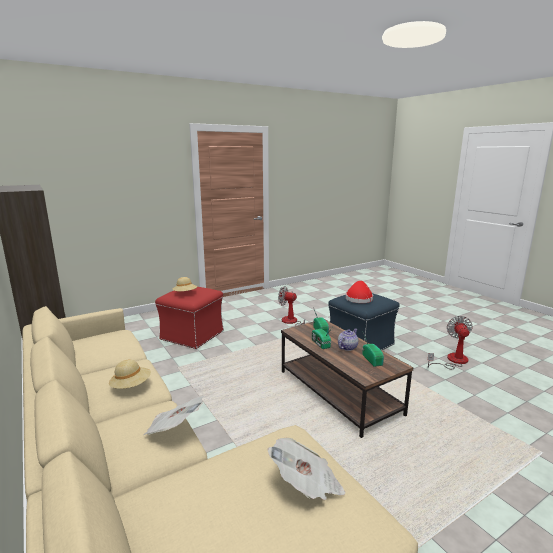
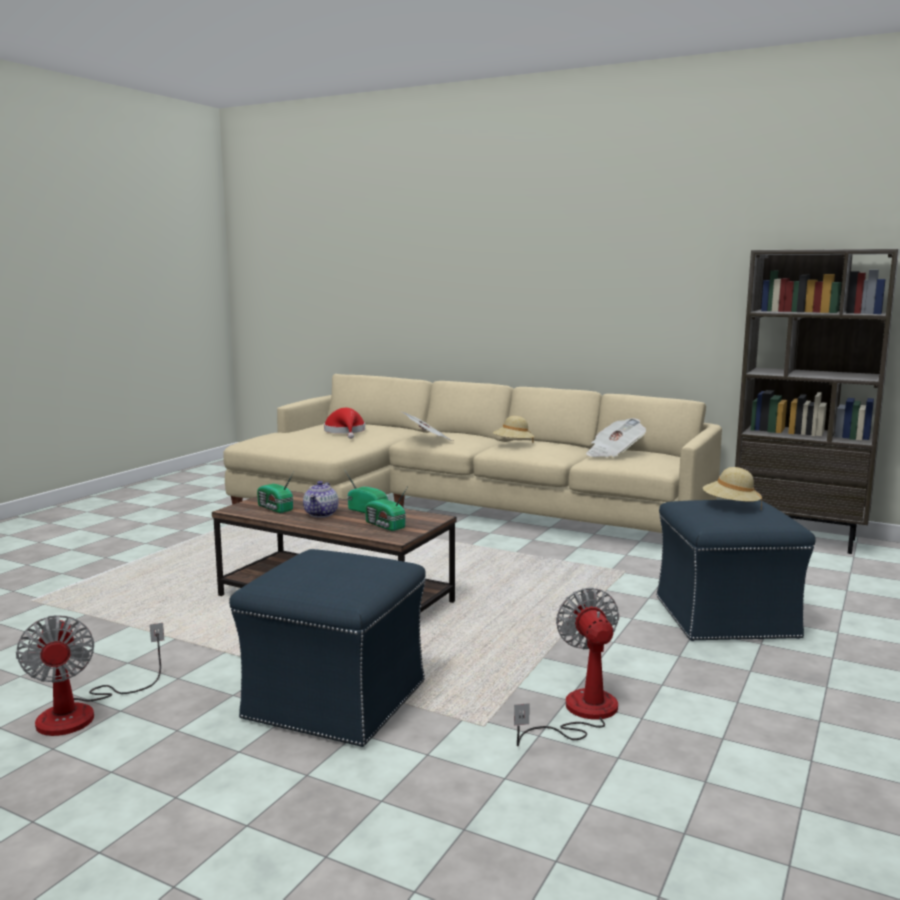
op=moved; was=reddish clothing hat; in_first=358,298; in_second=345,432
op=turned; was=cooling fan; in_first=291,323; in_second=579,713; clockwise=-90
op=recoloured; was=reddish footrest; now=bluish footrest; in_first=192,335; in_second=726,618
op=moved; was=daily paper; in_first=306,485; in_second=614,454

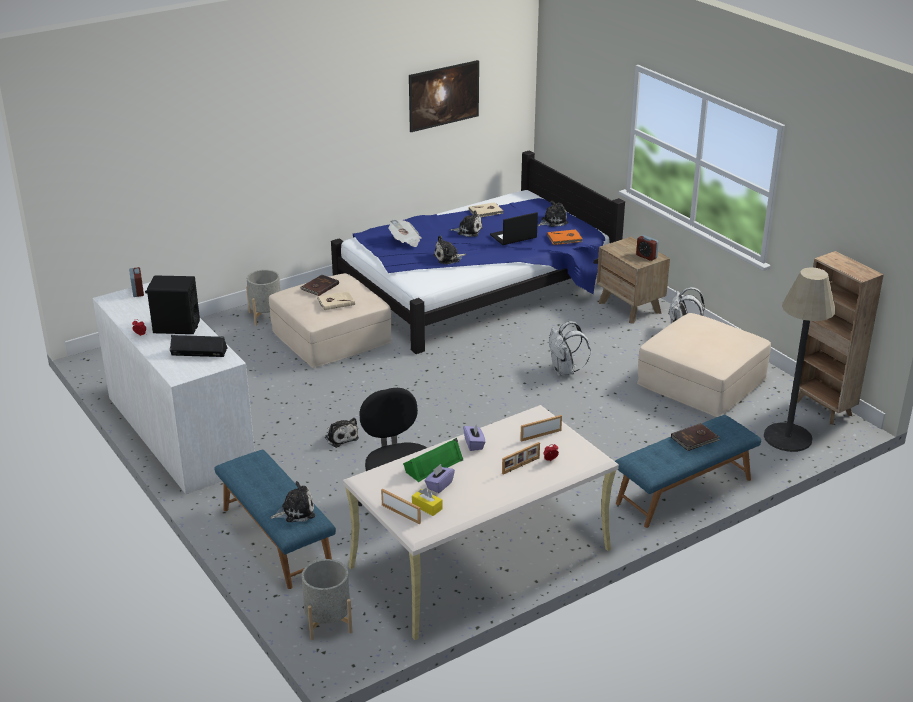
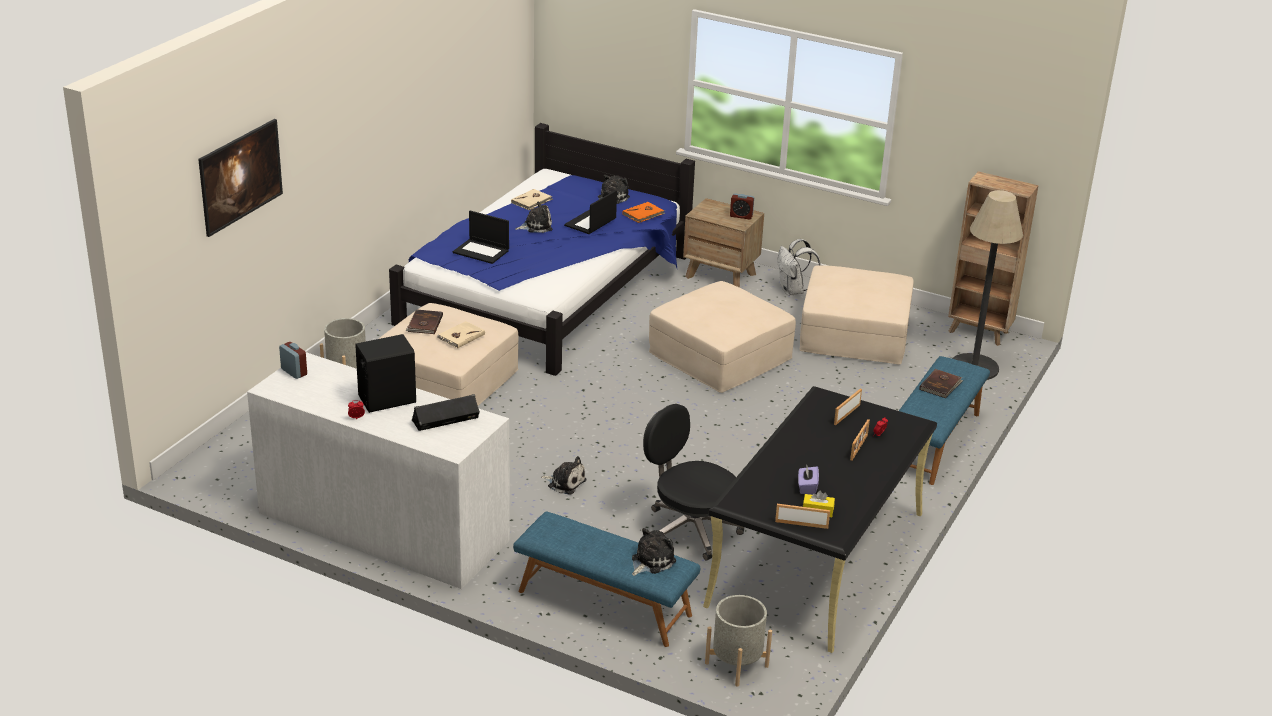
op=moved; was=picture; in_first=444,109; in_second=242,195
op=replaced; was=daily paper; now=laptop; in_first=405,241; in_second=482,251
op=removed; was=cuddly toy; in_first=448,258
op=replaced; was=white-coloured rucksack; now=beige-coloured footrest; in_first=565,371; in_second=720,356
op=recoloured; was=beige-coloured desk table; now=blackish desk table; in_first=480,558; in_second=817,559
op=removed; was=purple tissue holder; in_first=474,444
op=removed; was=greenish audio speaker; in_first=432,465

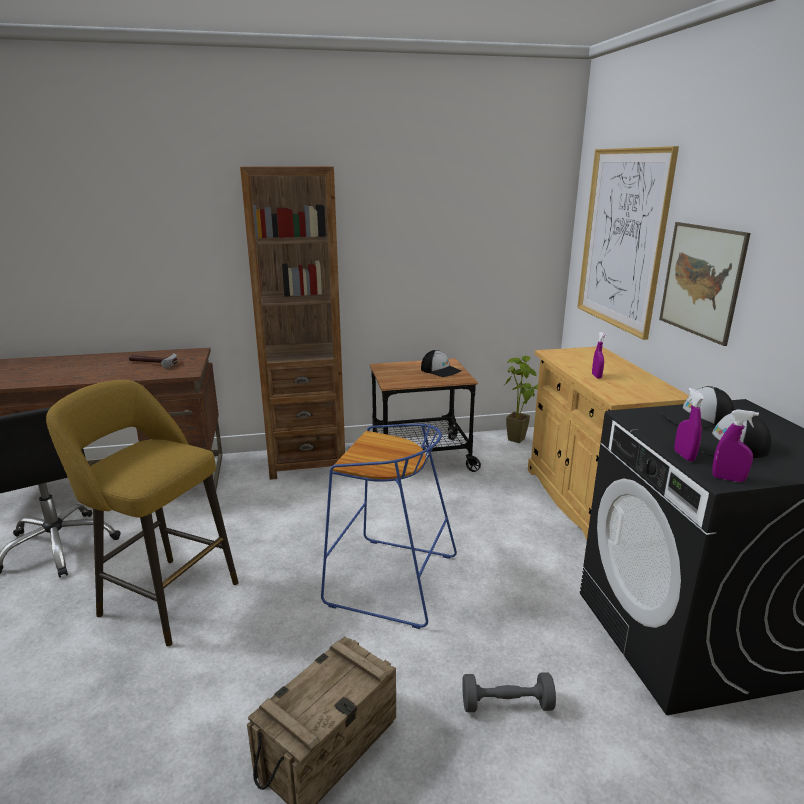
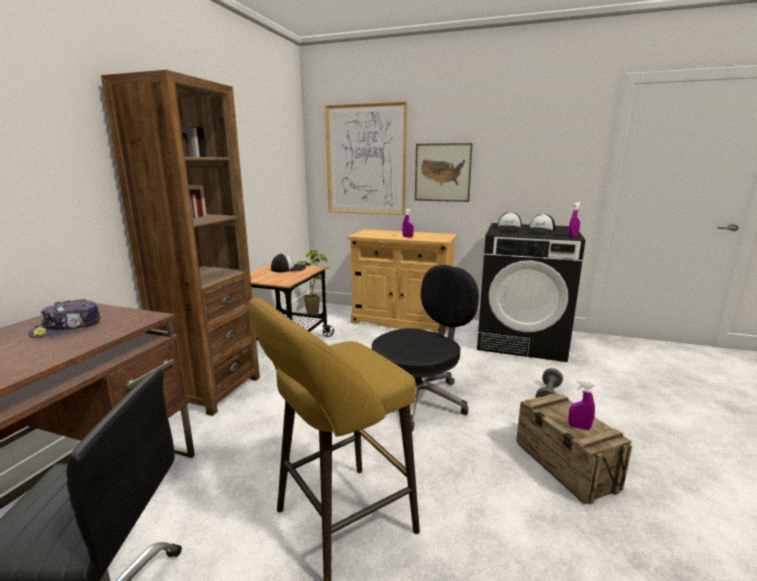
op=replaced; was=tool hammer; now=cap; in_first=155,363; in_second=67,328
op=moved; was=purple sprayer; in_first=684,456; in_second=579,427
op=replaced; was=bluish stool; now=blackish office chair; in_first=389,580; in_second=419,399

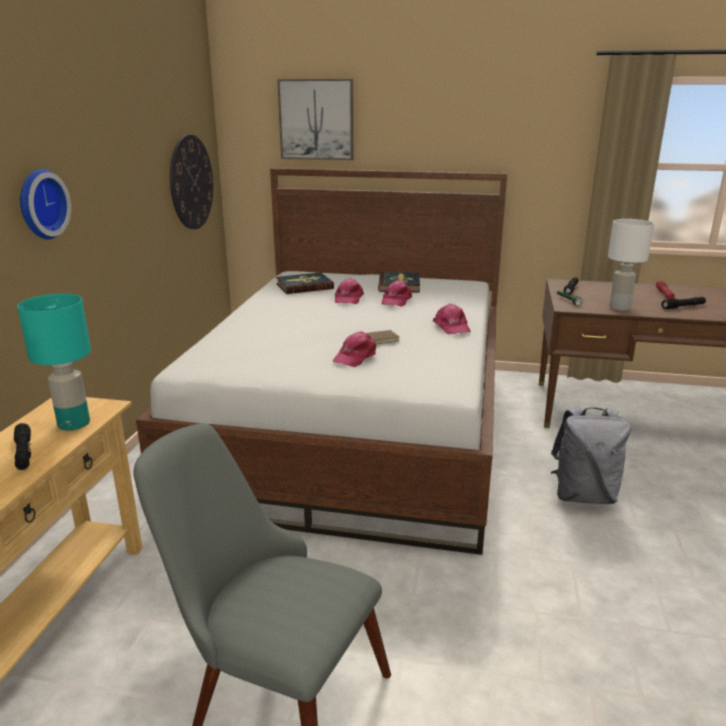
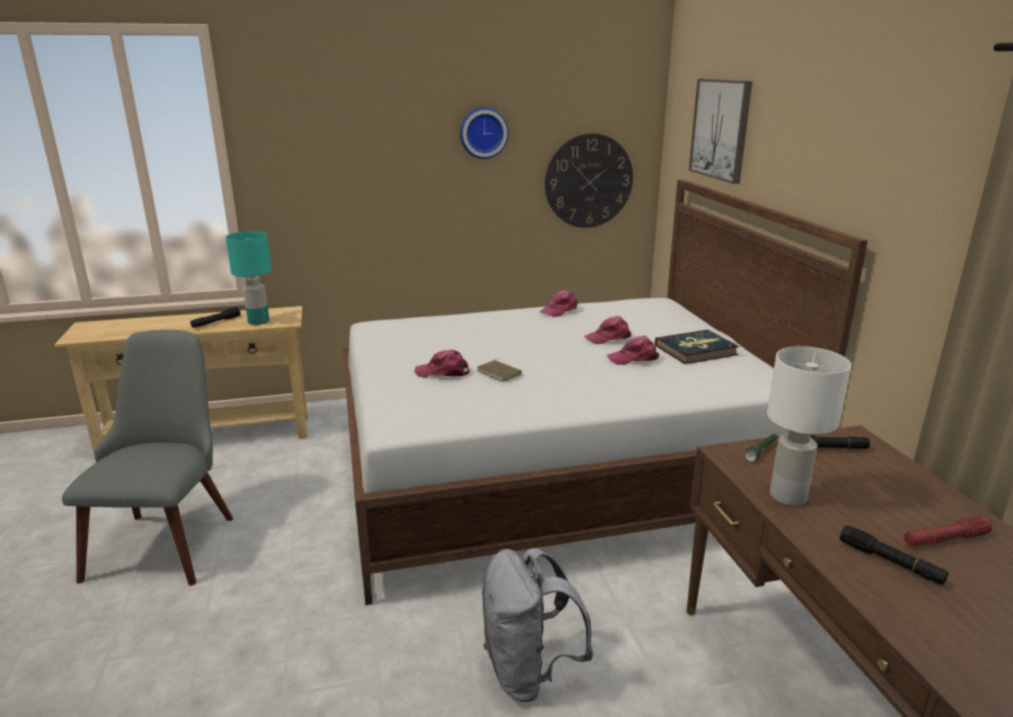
op=moved; was=hanging clock; in_first=40,204; in_second=483,132
op=removed; was=volume; in_first=304,286
op=moved; was=pink-coloured cap; in_first=451,327; in_second=559,310

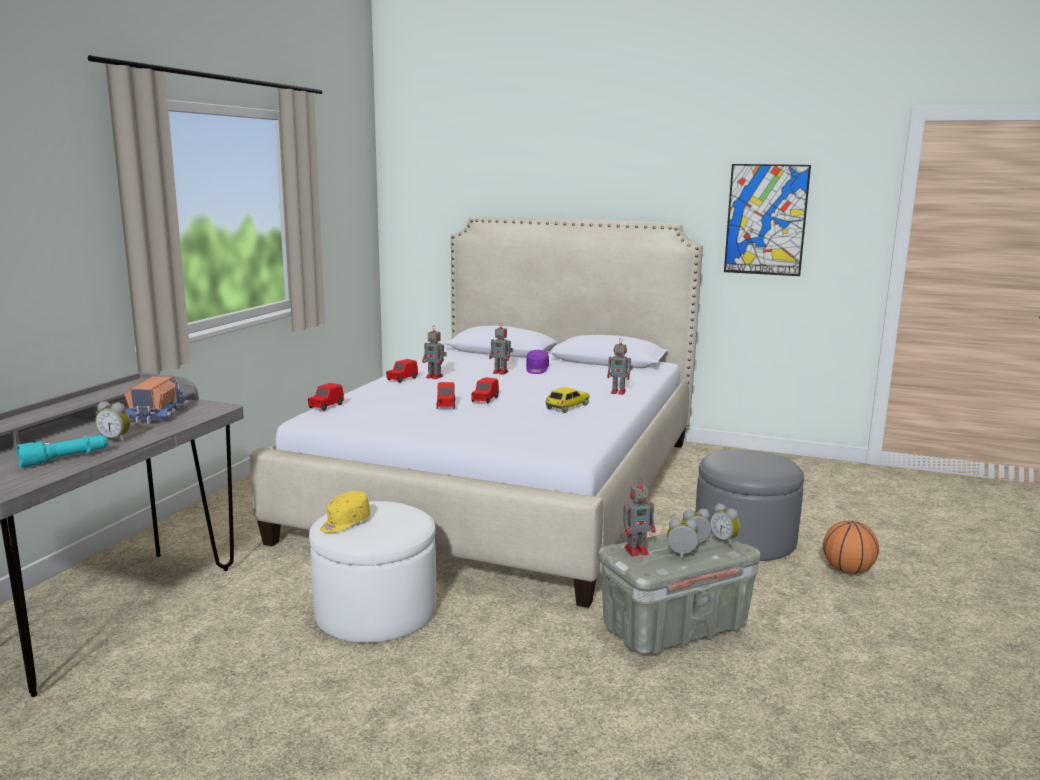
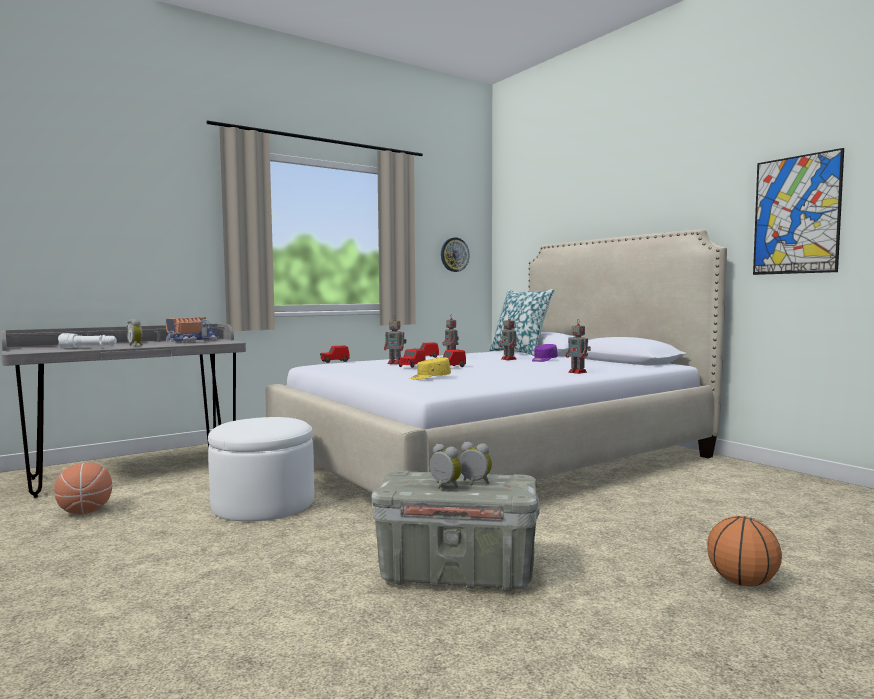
op=removed; was=miniature car; in_first=567,407
op=recoloured; was=blue-green hand torch; now=white-coloured hand torch; in_first=65,459; in_second=89,348
op=removed; was=gray footrest; in_first=744,539
op=moved; was=toy robot; in_first=637,550; in_second=395,363
op=moved; was=yellow-coloured cap; in_first=344,523; in_second=430,378
op=removed; was=bedside clock; in_first=724,541
op=added; now=hanging clock; in_second=454,254
op=added; now=pillow; in_second=520,352
op=added; now=ball for basketball; in_second=85,512

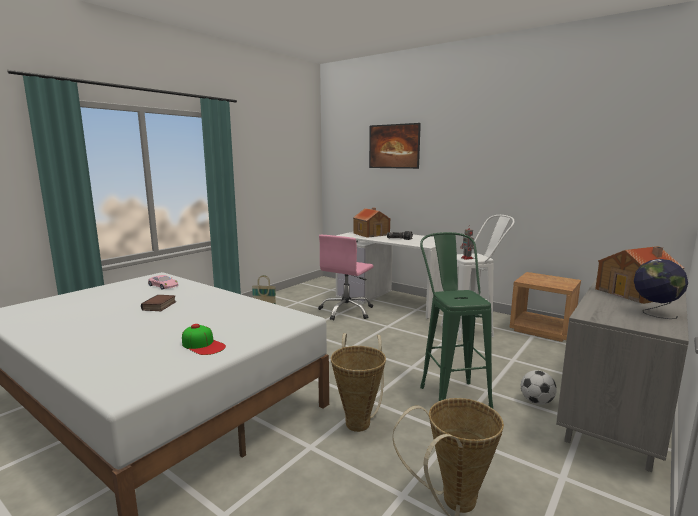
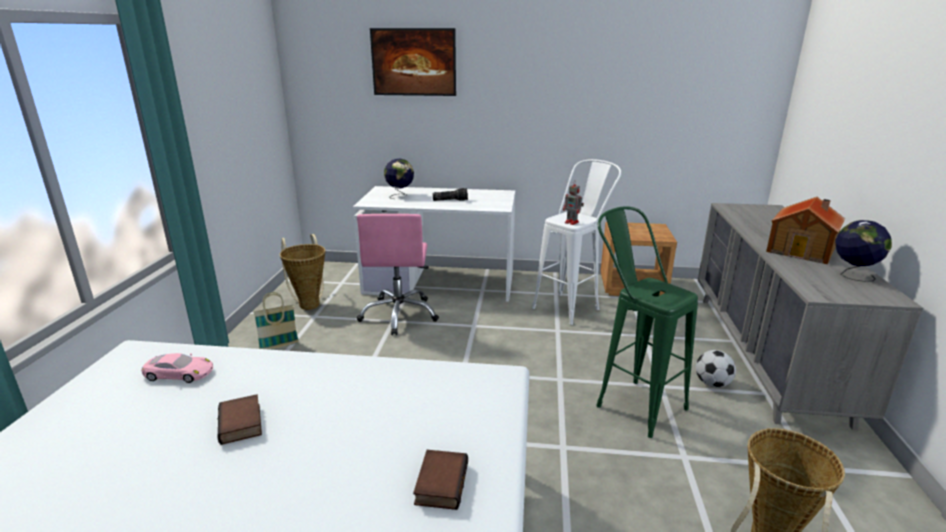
op=replaced; was=model house; now=desk globe; in_first=371,234; in_second=400,195
op=replaced; was=cap; now=volume; in_first=203,345; in_second=440,483
op=moved; was=household basket; in_first=358,420; in_second=309,303

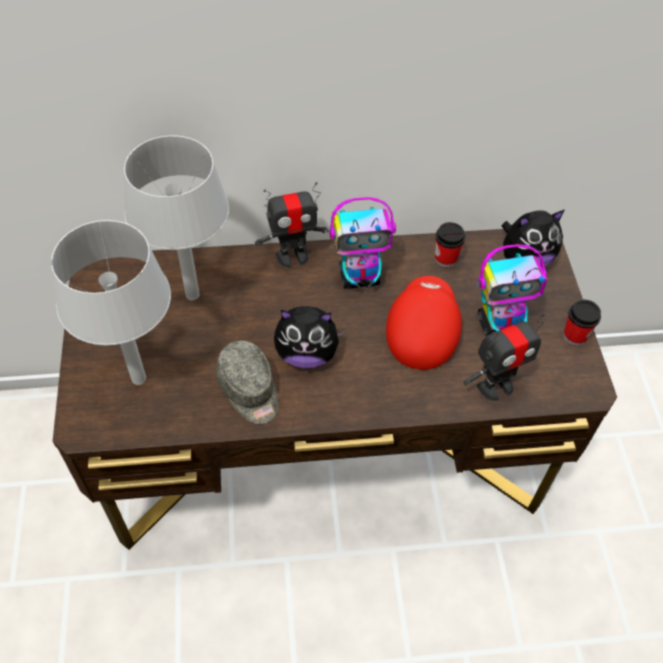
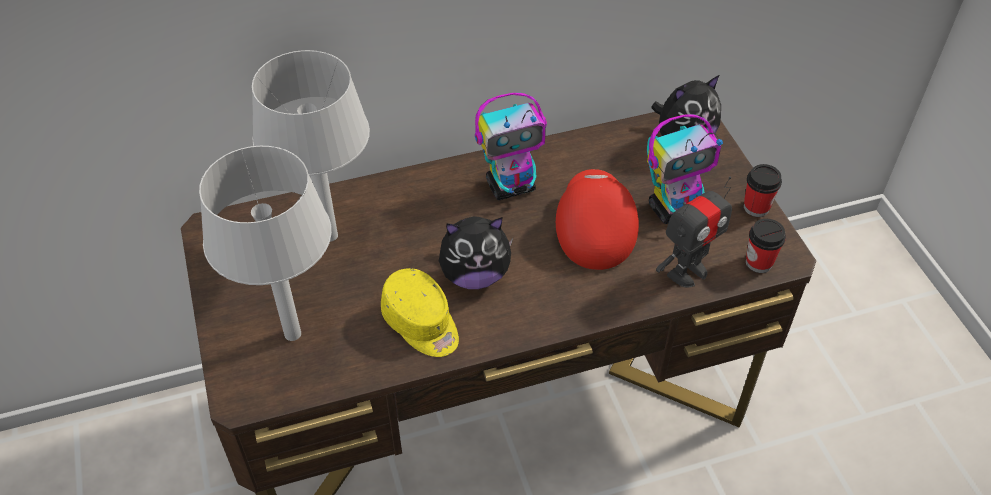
op=removed; was=toy robot; in_first=292,256
op=moved; was=cup; in_first=445,259; in_second=759,262
op=recoloured; was=gray cap; now=yellow-coloured cap; in_first=249,390; in_second=422,324

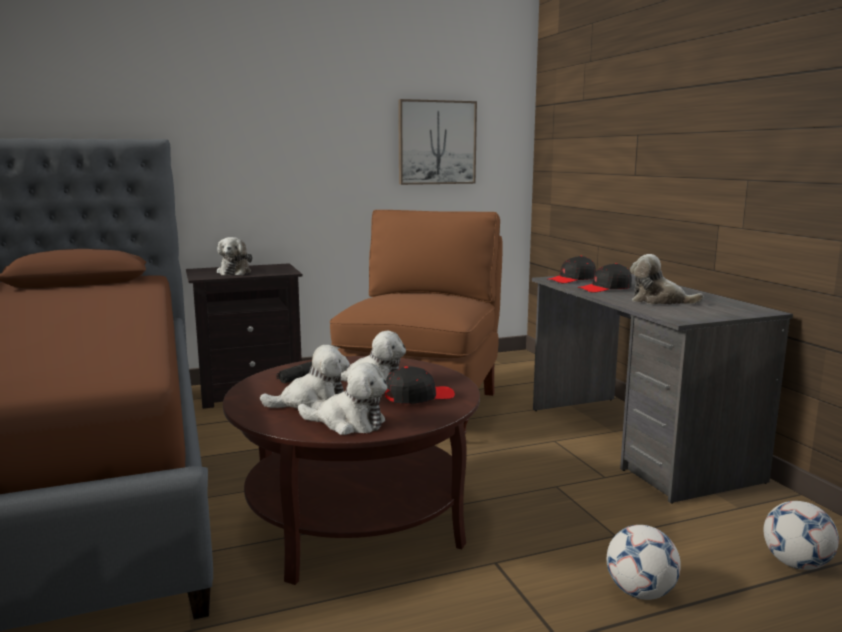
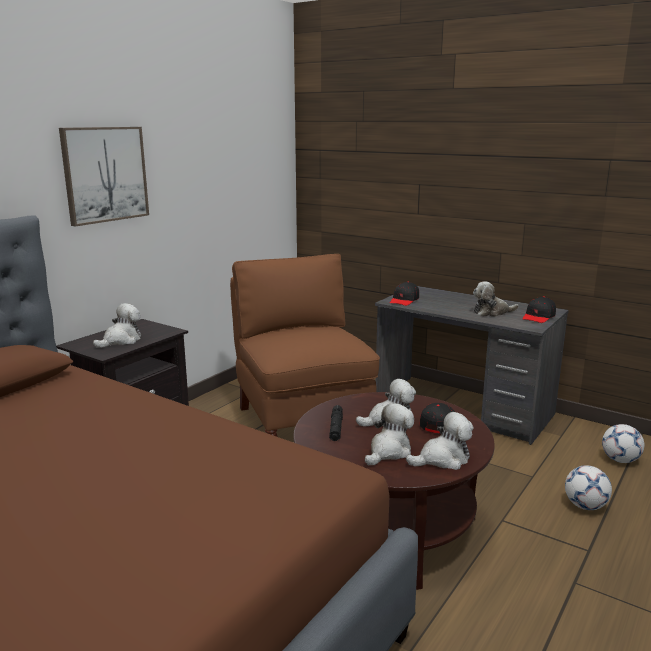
op=moved; was=picture; in_first=436,142; in_second=105,174
op=turned; was=cuddly toy; in_first=235,272; in_second=121,340; clockwise=-105
op=moved; was=blackish cap; in_first=605,288; in_second=538,317

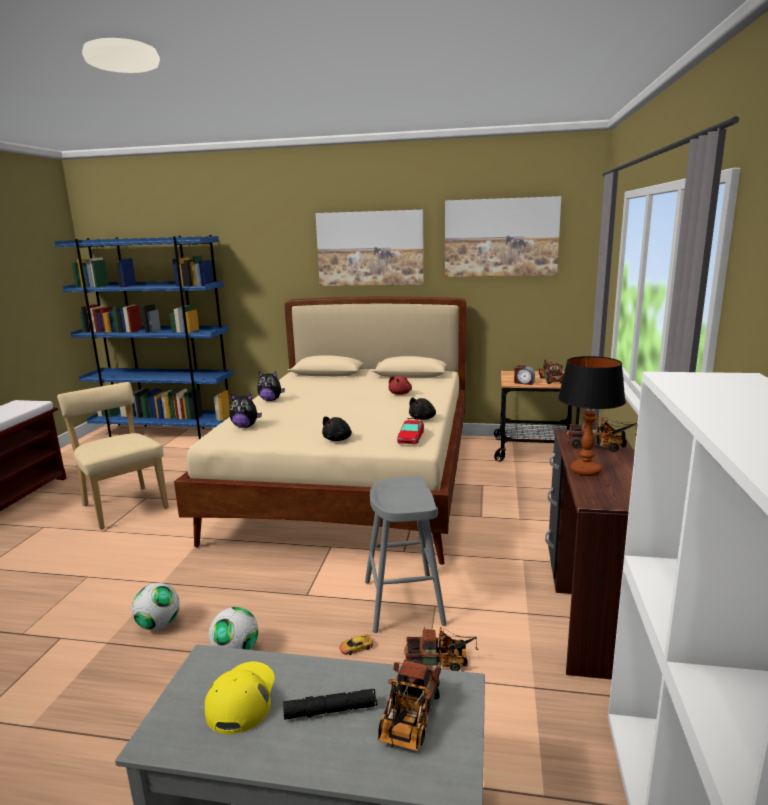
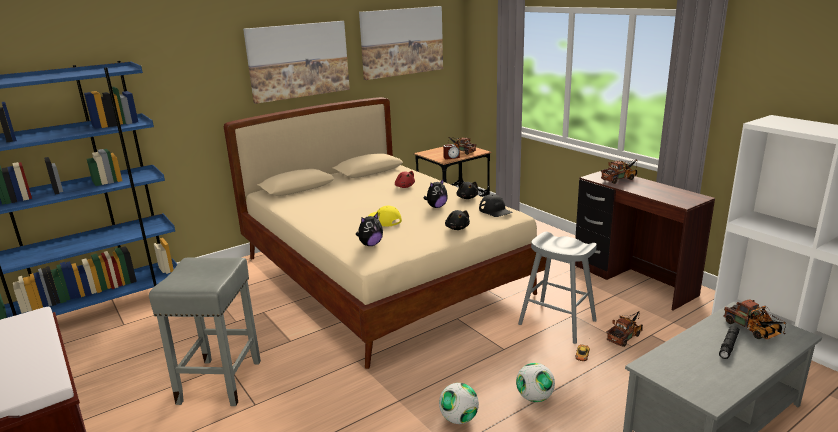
op=removed; was=table lamp; in_first=586,471
op=moved; was=cuddly toy; in_first=270,400; in_second=436,206
op=replaced; was=beige-coloured plain chair; now=gray stool; in_first=123,505; in_second=220,381
op=replaced; was=miniature car; now=blackish cap; in_first=410,437; in_second=495,211
op=moved; was=yellow-coloured cap; in_first=242,698; in_second=384,220

